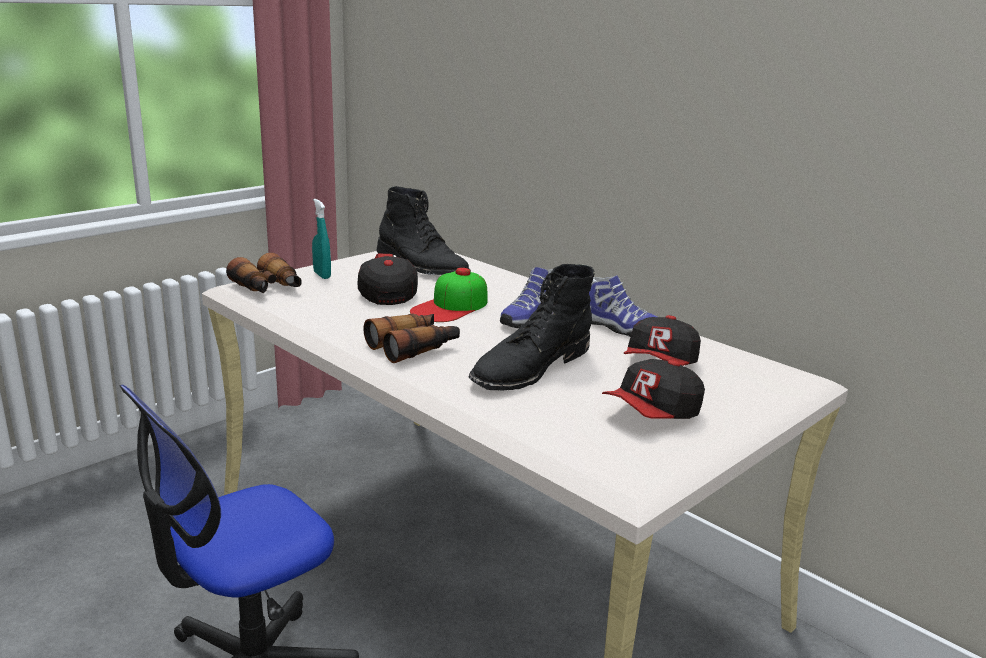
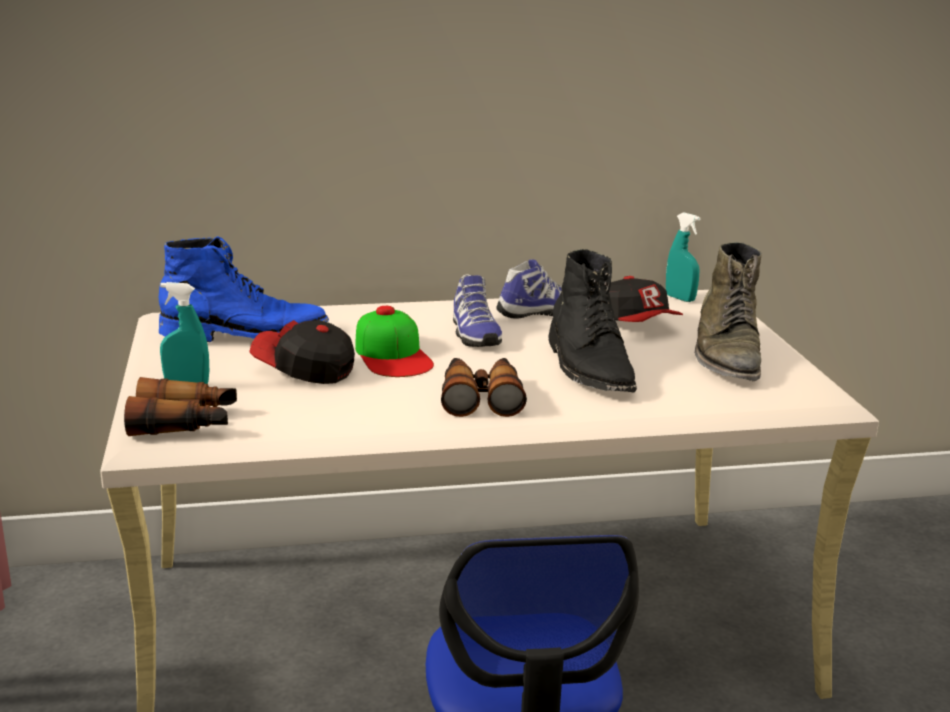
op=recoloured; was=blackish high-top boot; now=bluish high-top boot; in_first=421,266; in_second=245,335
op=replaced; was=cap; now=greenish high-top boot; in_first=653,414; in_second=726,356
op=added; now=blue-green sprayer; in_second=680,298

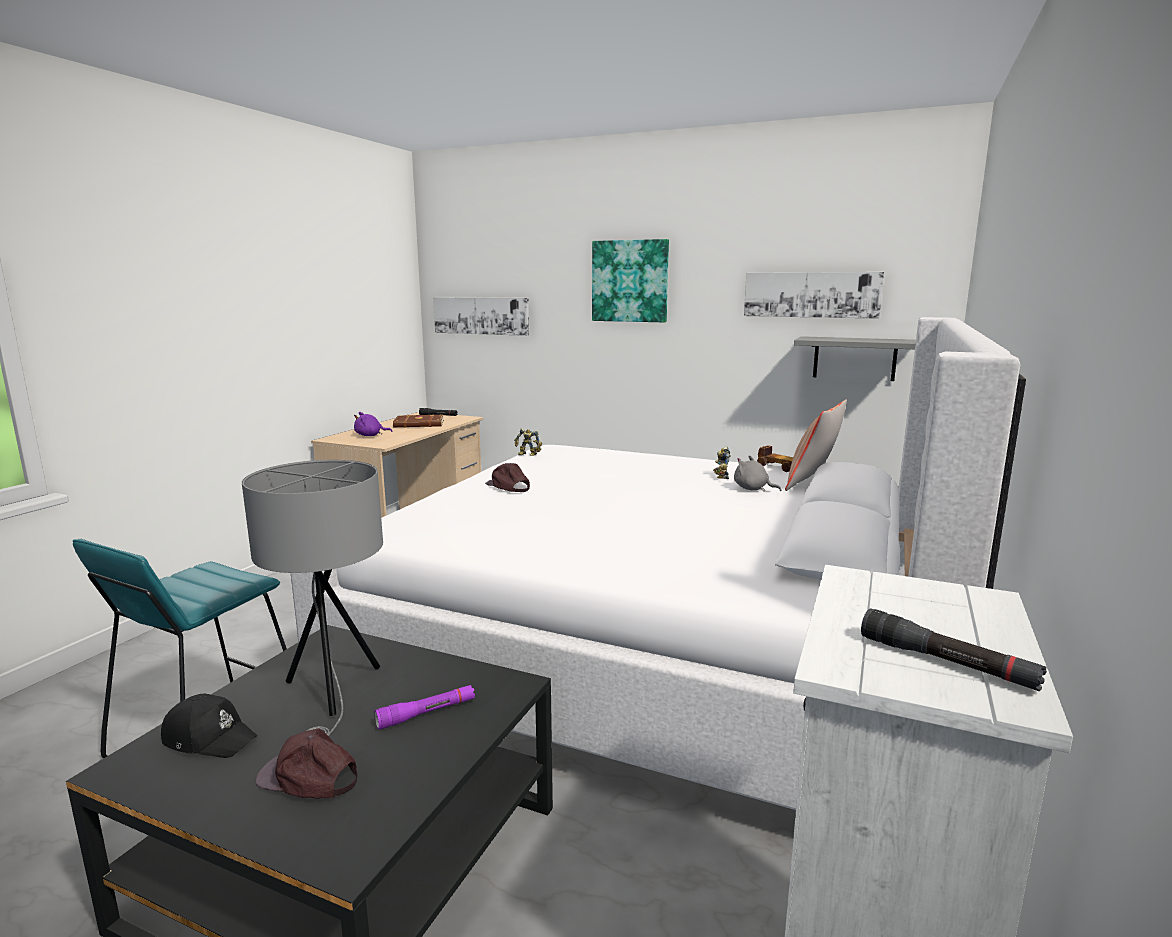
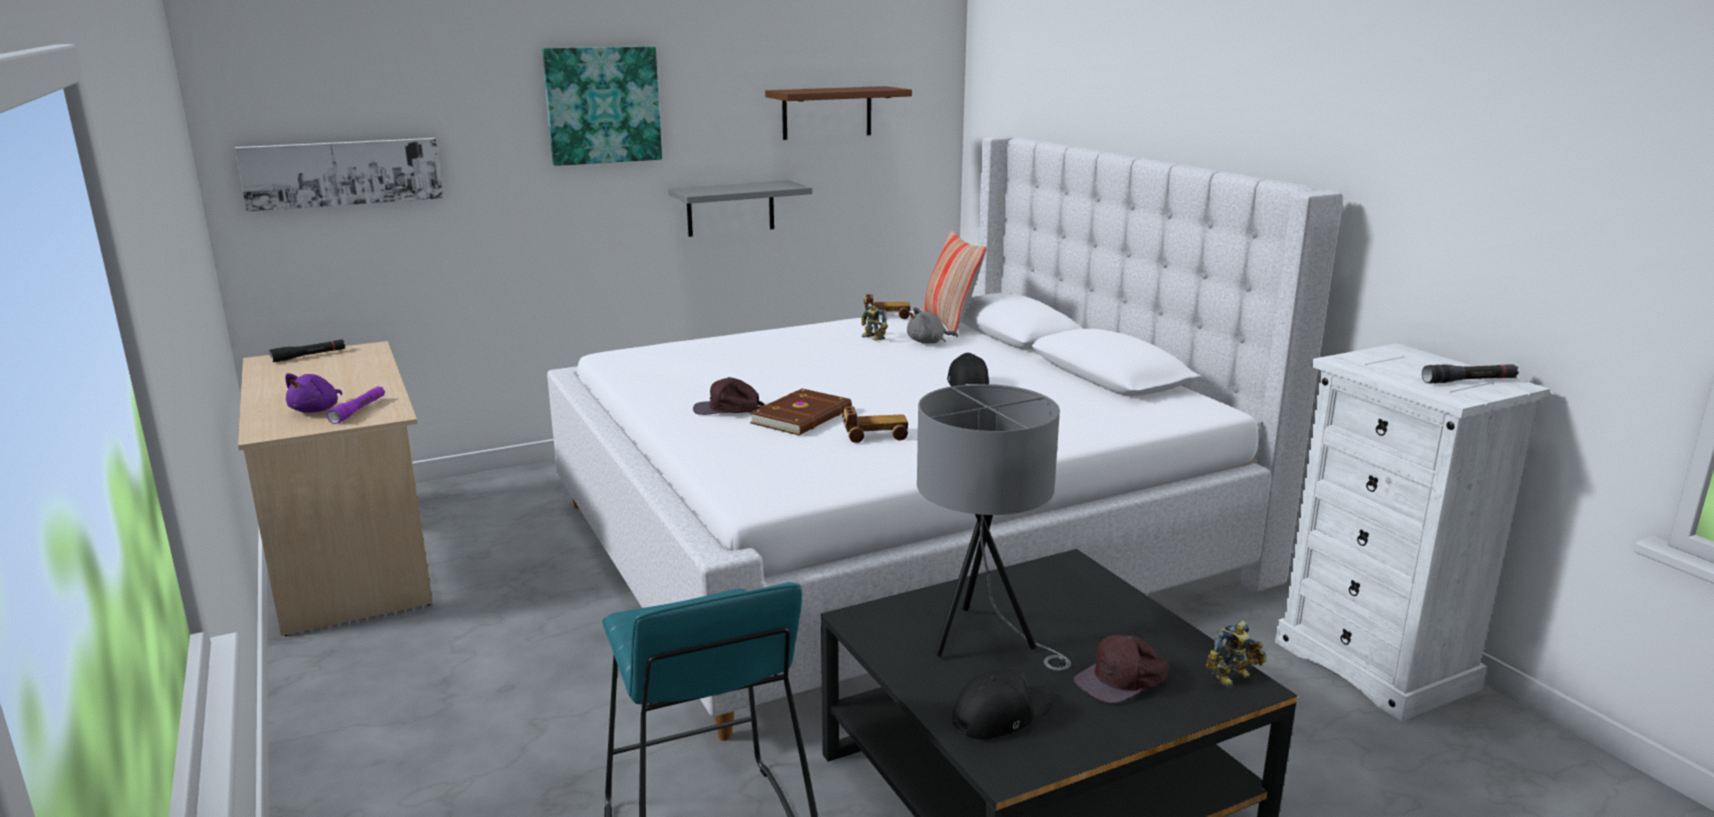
op=replaced; was=picture; now=brown wall shelf; in_first=811,294; in_second=827,112
op=moved; was=gray wall shelf; in_first=854,358; in_second=730,208
op=moved; was=brown volume; in_first=419,424; in_second=803,417
op=moved; was=toy robot; in_first=527,455; in_second=1233,678
op=moved; was=purple hand torch; in_first=426,713; in_second=358,410
op=added; now=blackish cap; in_second=967,383
op=added; now=miniature car; in_second=874,435

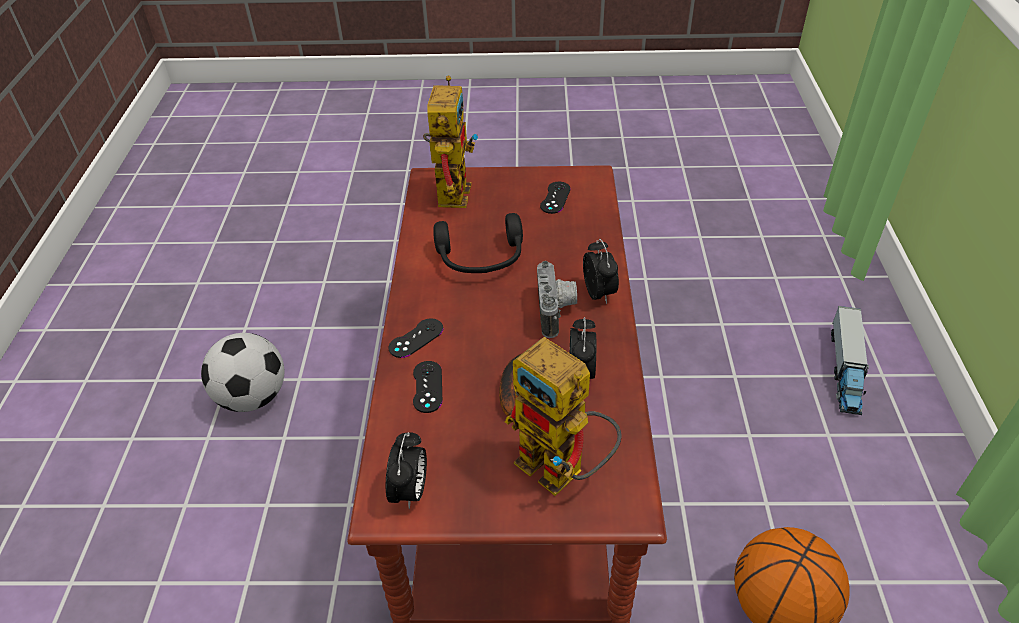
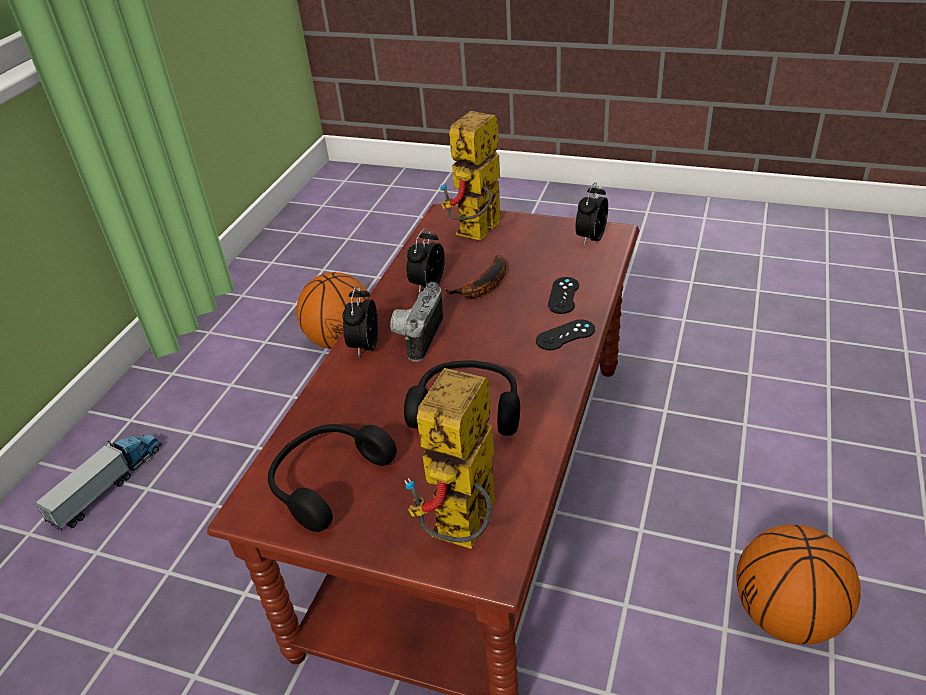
op=replaced; was=blackish gamepad; now=blackish headset; in_first=555,198; in_second=327,480
op=replaced; was=football ball; now=ball for basketball; in_first=253,397; in_second=785,615
op=turned; was=toy robot; in_first=563,471; in_second=477,234; clockwise=-120

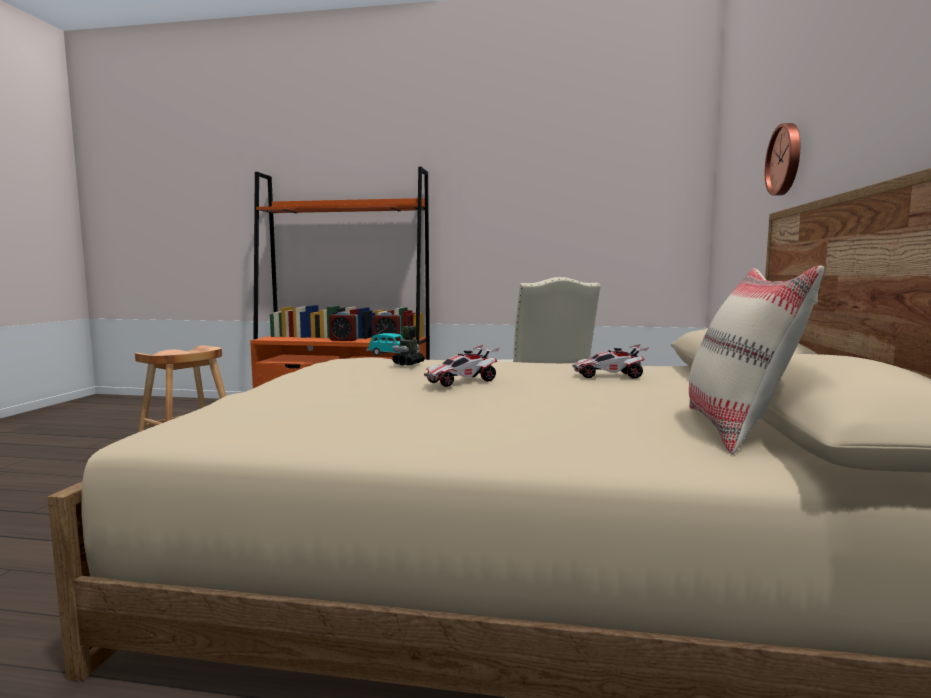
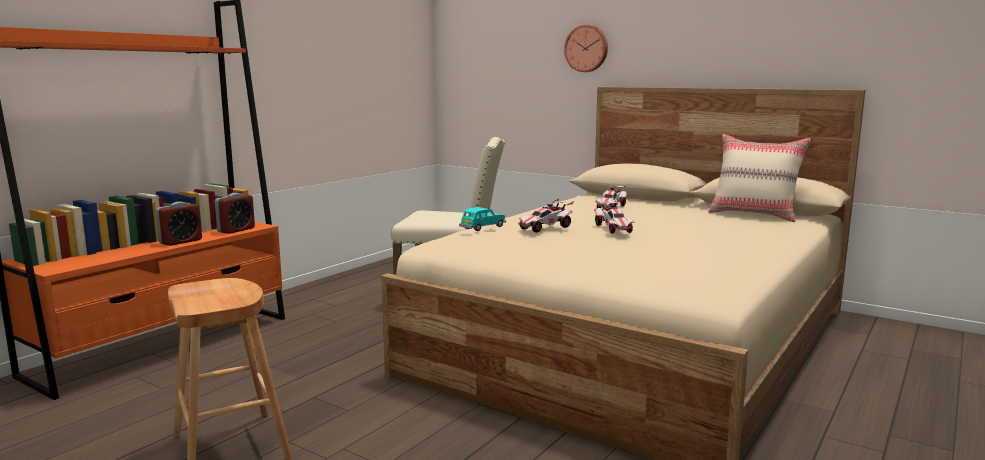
op=replaced; was=toy robot; now=miniature car; in_first=408,364; in_second=545,228

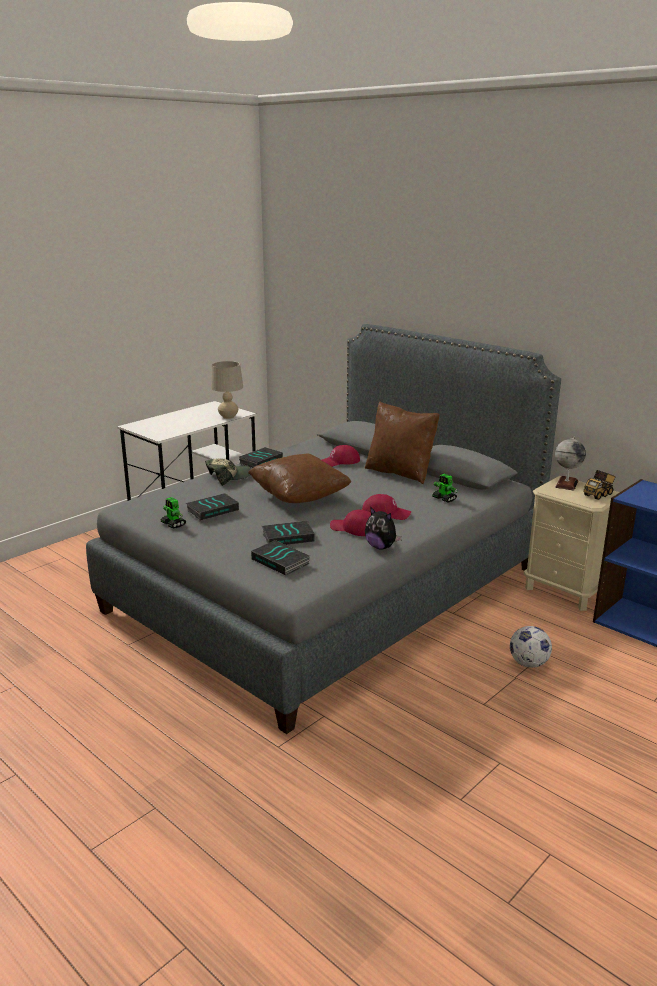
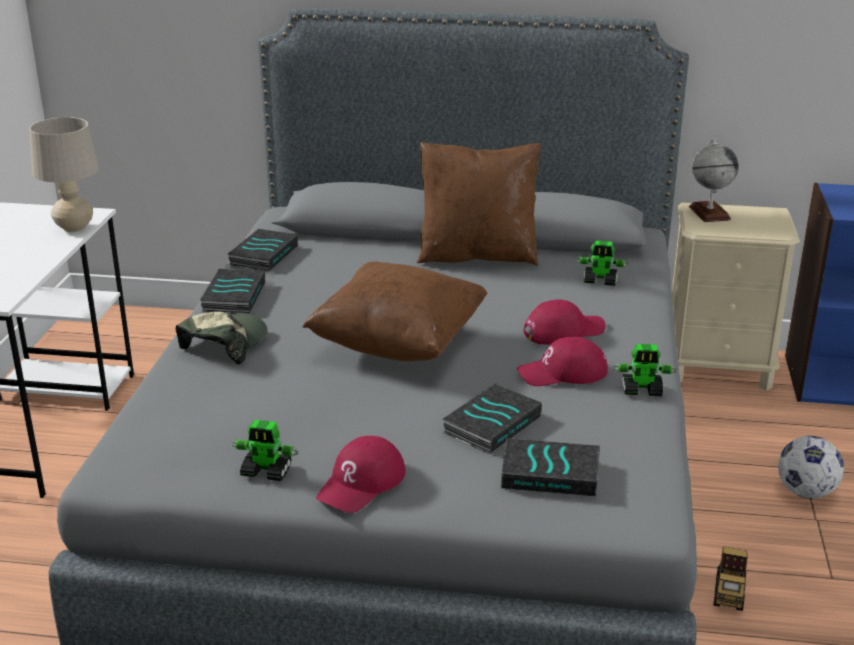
op=moved; was=reddish cap; in_first=339,462; in_second=362,483
op=moved; was=model truck; in_first=598,495; in_second=729,593
op=moved; was=volume; in_first=213,510; in_second=263,255
op=replaced; was=cuddly toy; now=toy robot; in_first=381,547; in_second=642,390

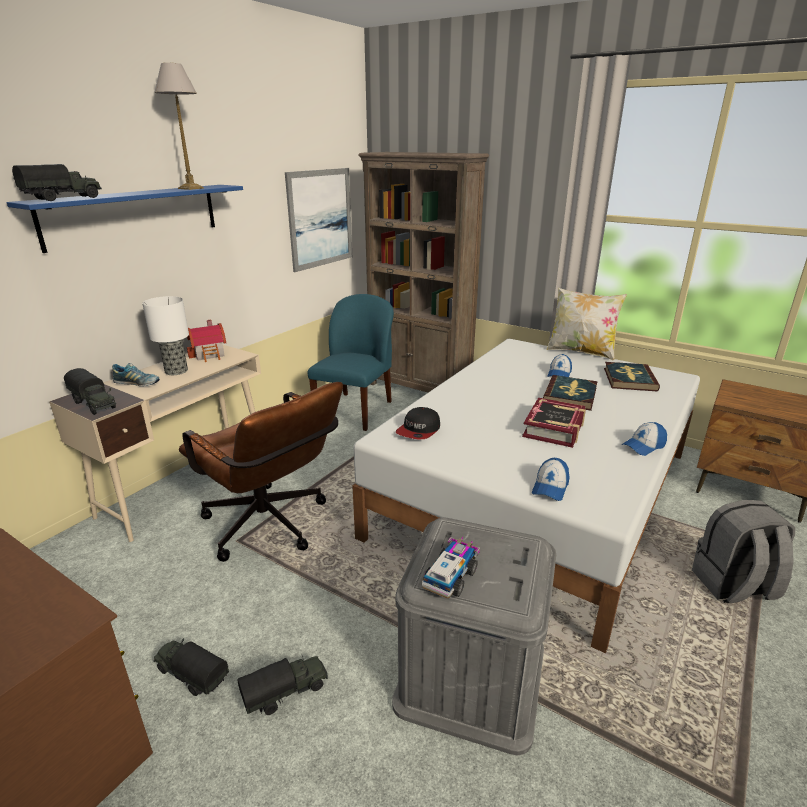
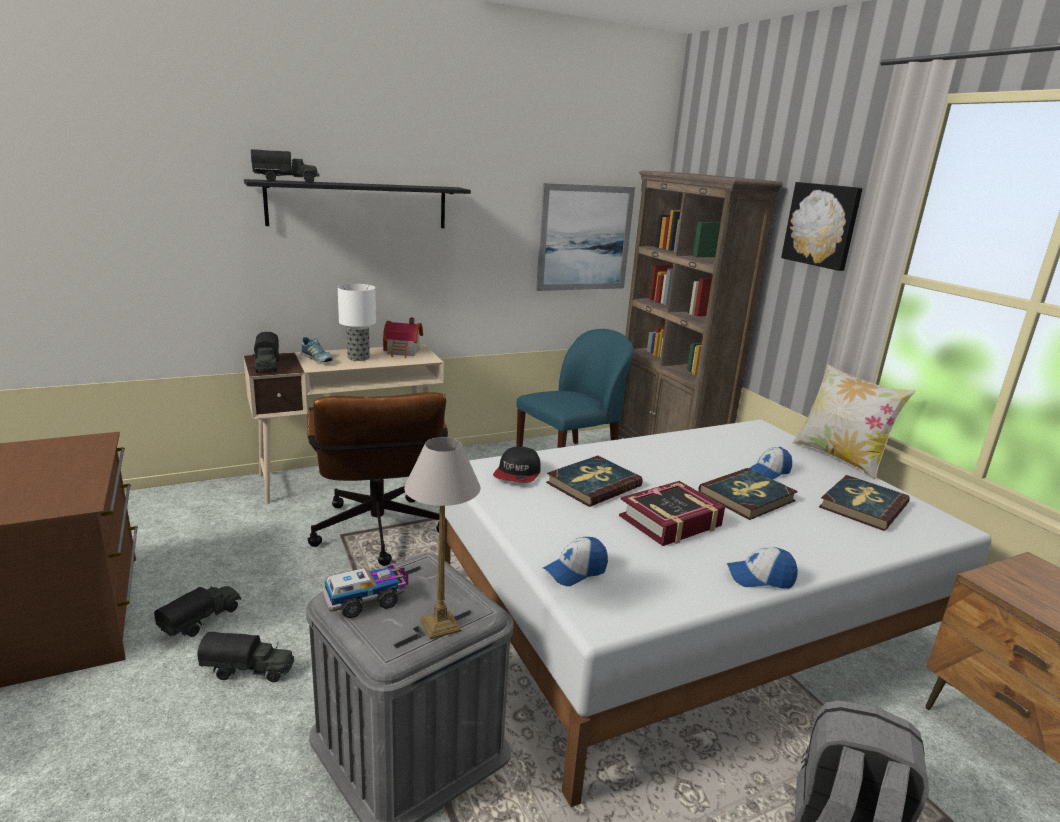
op=moved; was=table lamp; in_first=191,188; in_second=440,624
op=recoloured; was=bluish wall shelf; now=blackish wall shelf; in_first=134,215; in_second=358,205
op=turned; was=cap; in_first=419,430; in_second=518,474; clockwise=-45
op=turned; was=model truck; in_first=191,675; in_second=202,620; clockwise=60
op=added; now=picture; in_second=822,225
op=added; now=volume; in_second=593,484

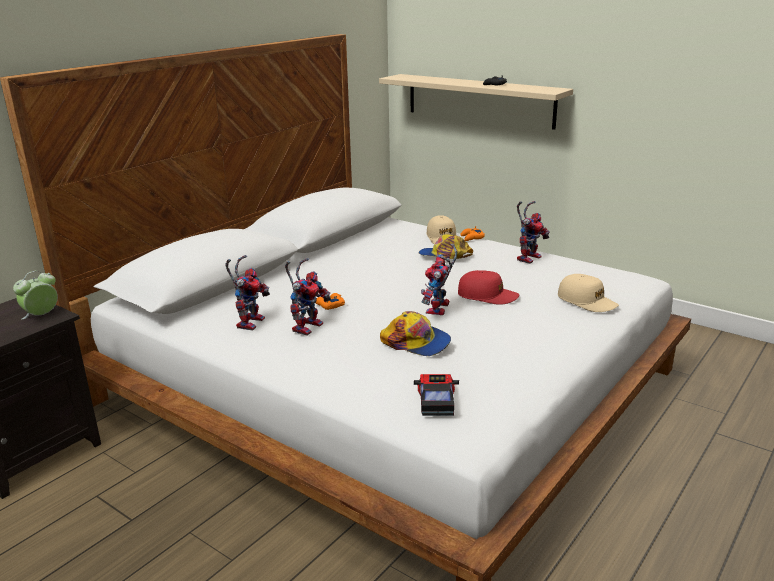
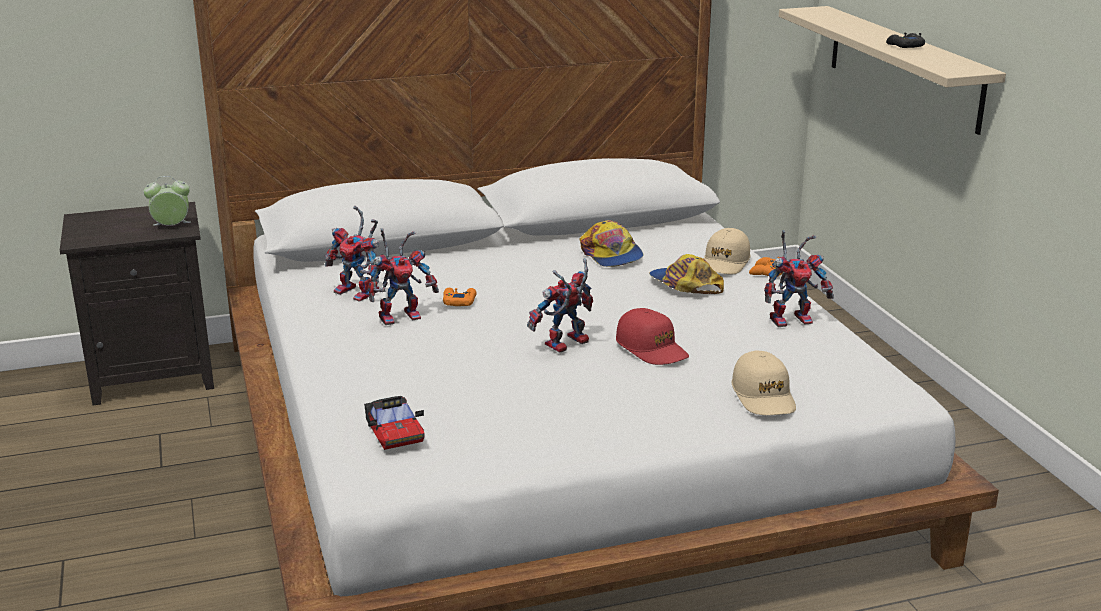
op=turned; was=toy robot; in_first=249,321; in_second=359,293; clockwise=75
op=moved; was=cap; in_first=416,342; in_second=611,255
op=turned; was=miniature car; in_first=436,399; in_second=394,431; clockwise=120

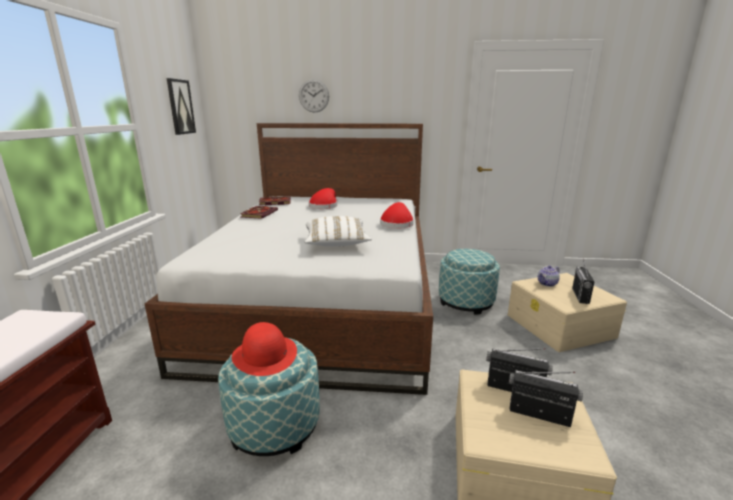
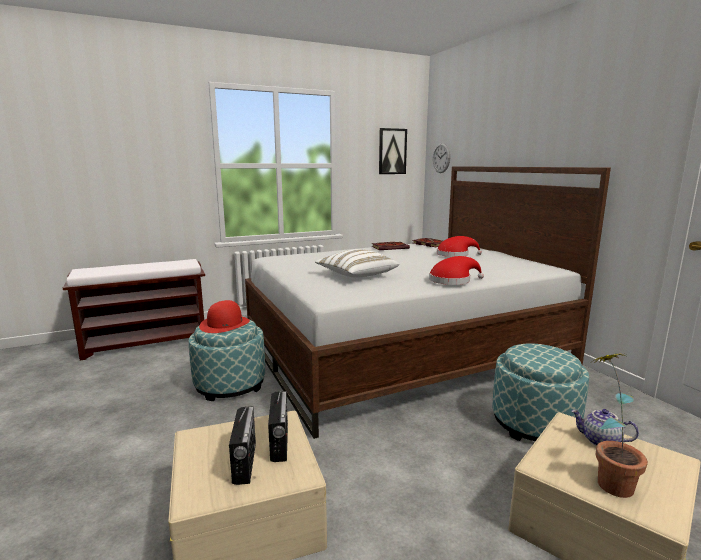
op=moved; was=hanging clock; in_first=314,96; in_second=441,158
op=replaced; was=radio set; now=plant in a pot; in_first=580,296; in_second=607,478

